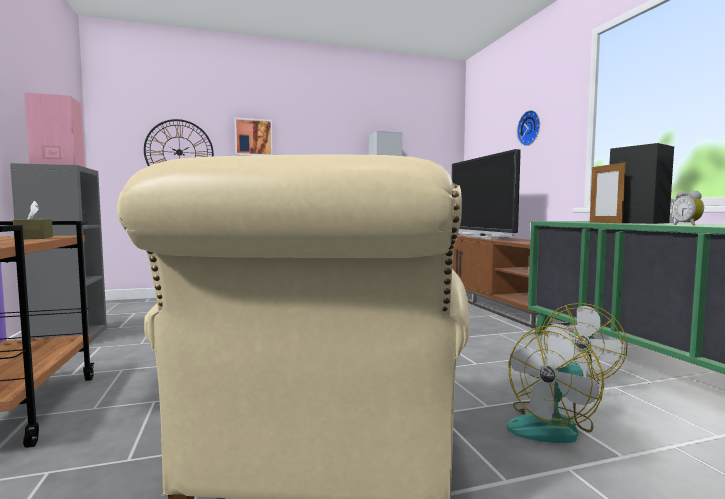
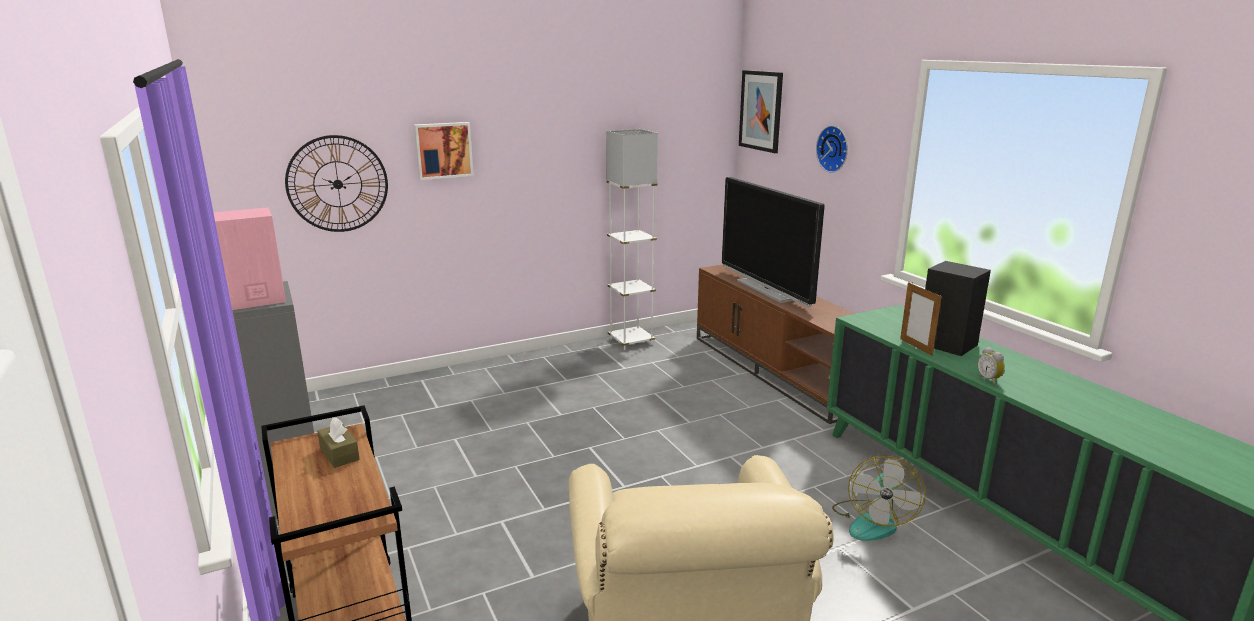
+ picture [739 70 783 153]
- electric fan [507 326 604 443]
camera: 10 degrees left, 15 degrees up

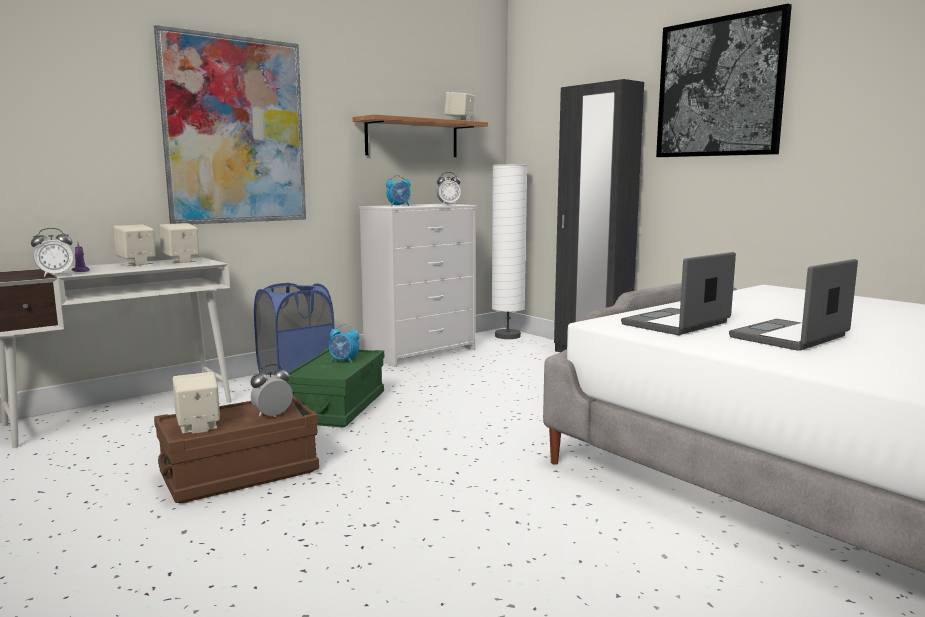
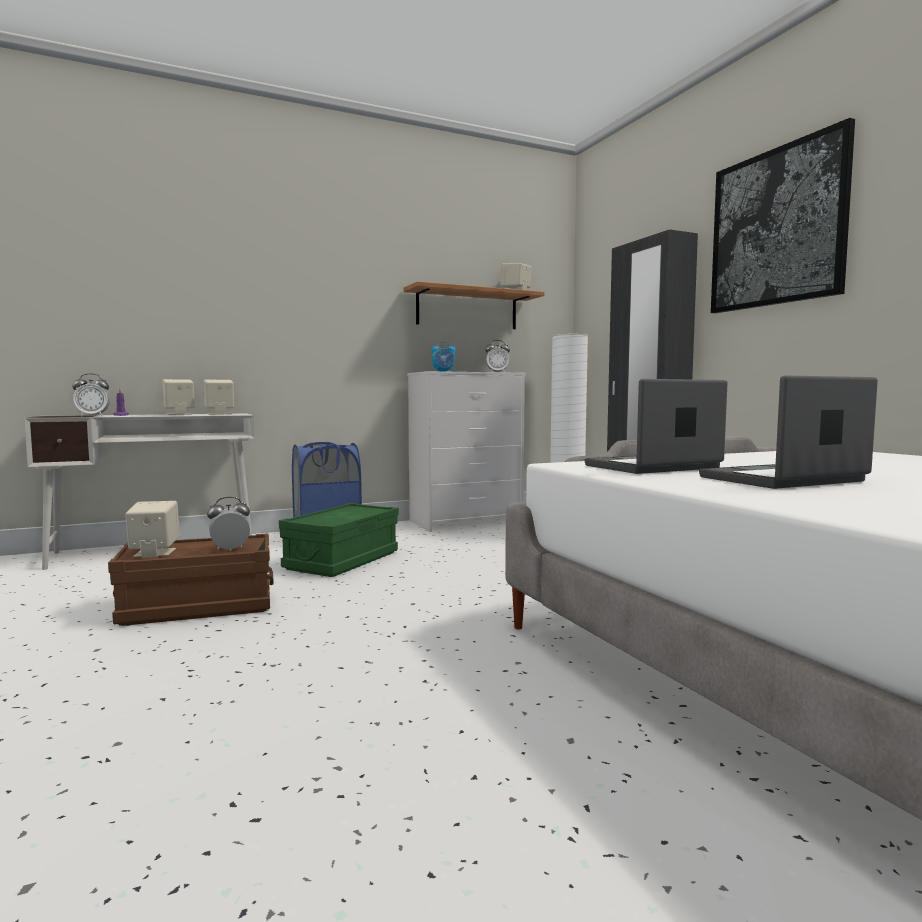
- picture [154 25 306 224]
- bedside clock [329 324 359 363]
camera: 15 degrees right, 5 degrees down

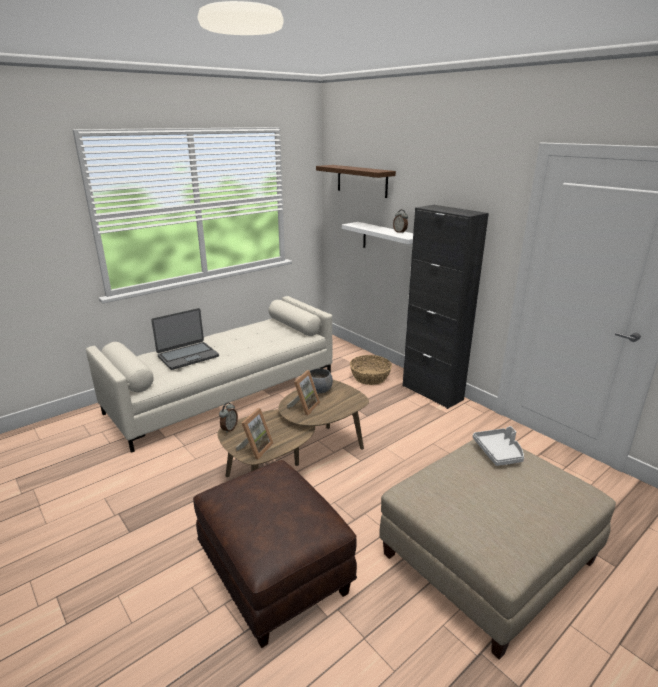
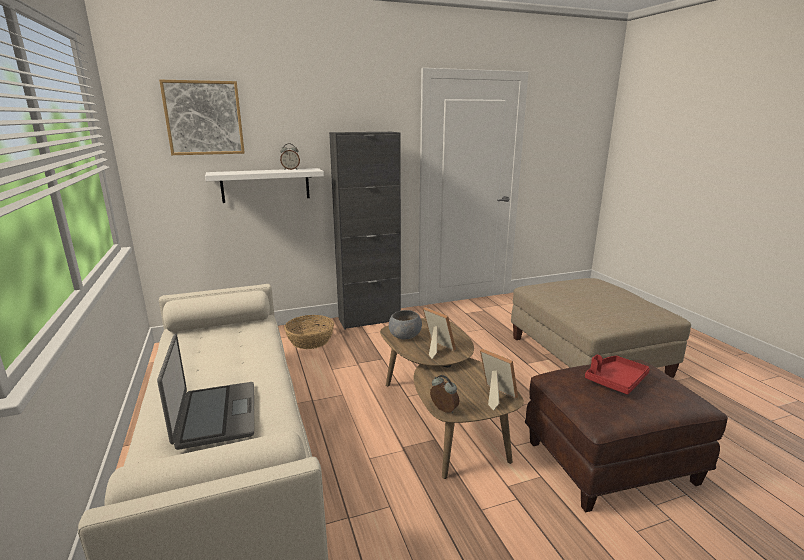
~ brown-coloured wall shelf [316 165 396 198] to picture [159 80 245 155]
+ reddish serving tray [585 354 650 394]
- greyish serving tray [473 426 524 466]
camera: 70 degrees left, 5 degrees down

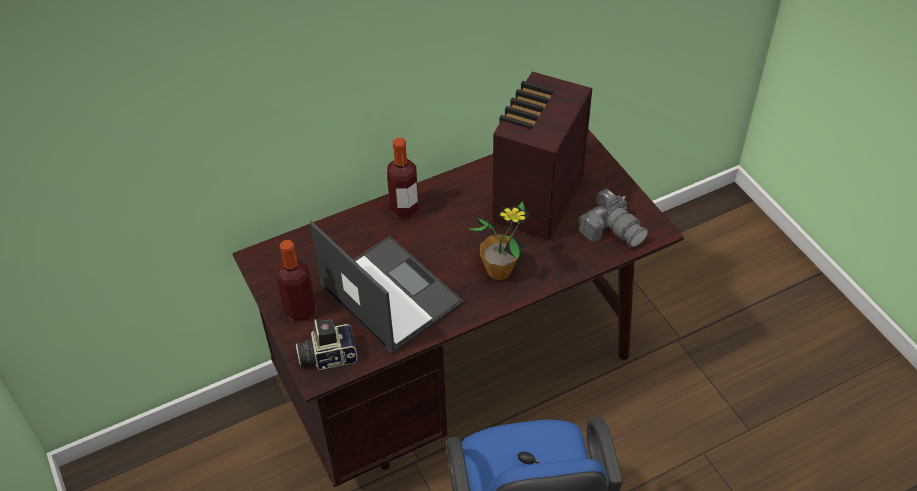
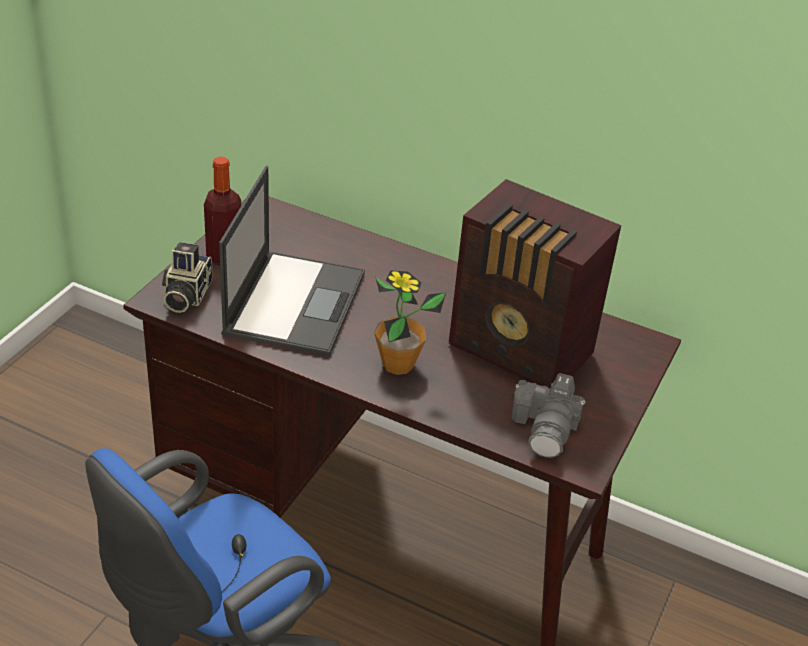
~ still camera [296 319 357 370] = [162 242 212 313] 120 degrees counterclockwise
~ radio [492 71 592 241] = [449 179 621 388] 135 degrees counterclockwise
- bottle [387 138 419 218]
camera: 50 degrees right, 10 degrees down

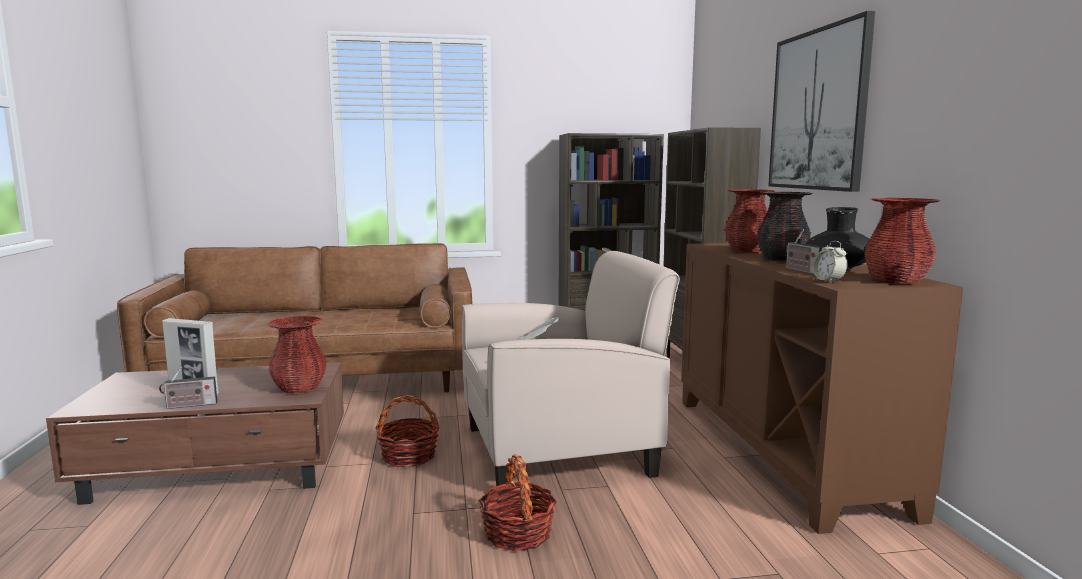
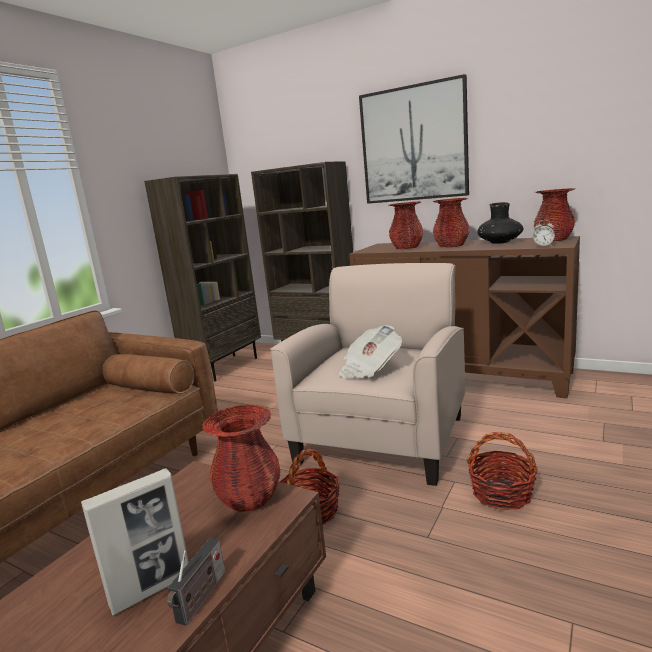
~ black-coloured decorative vase [756 192 813 261] to reddish decorative vase [432 198 469 247]
- radio [786 230 824 274]
camera: 50 degrees left, 5 degrees up

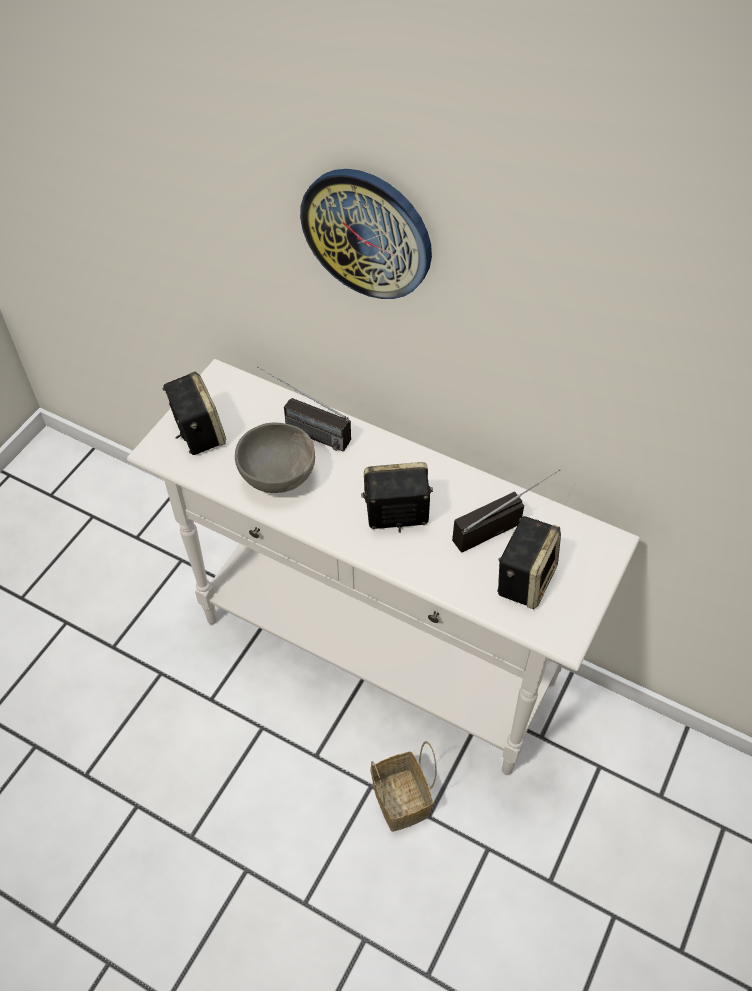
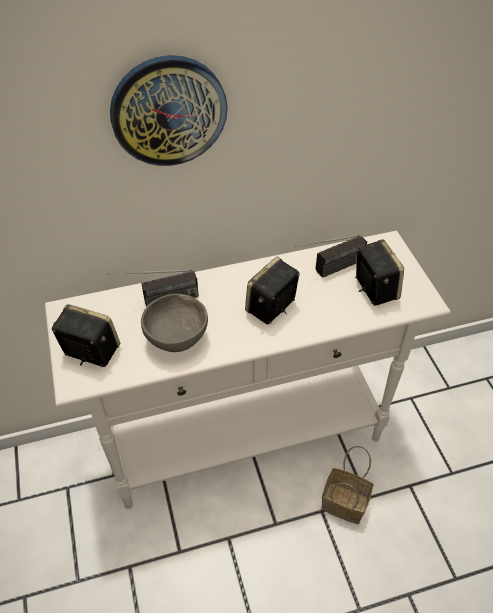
~ radio [452 469 561 553] = [295 235 367 278] 135 degrees counterclockwise
camera: 45 degrees left, 5 degrees down

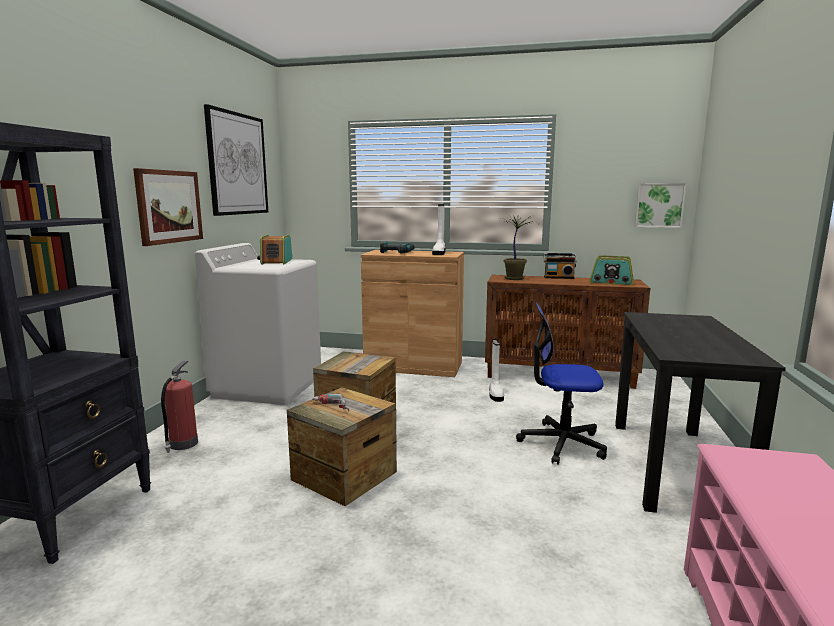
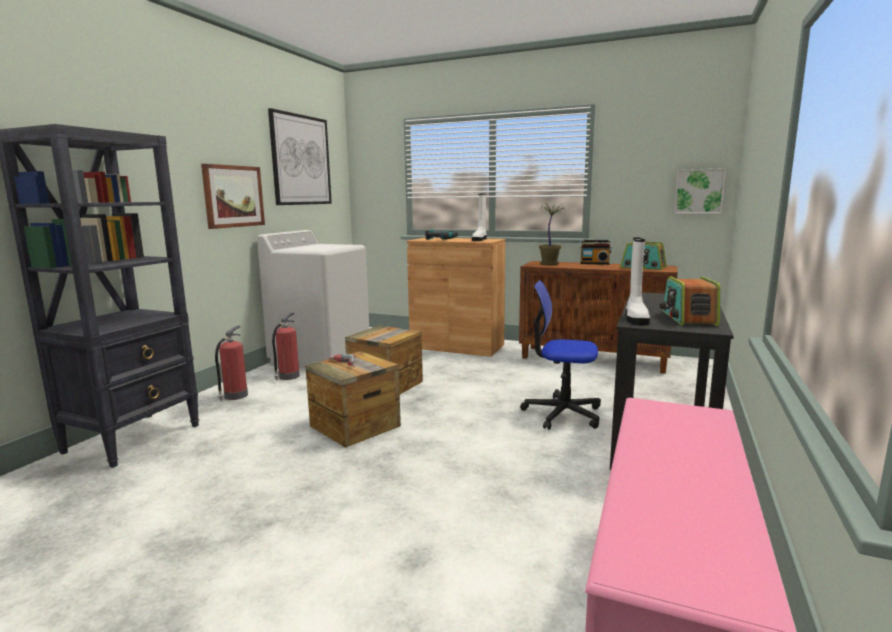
+ extinguisher [272 313 300 381]
~ white-coloured high-top boot [489 339 504 402] to [626 237 650 326]
~ radio [257 235 292 265] to [660 276 721 326]
camera: 10 degrees right, 0 degrees up

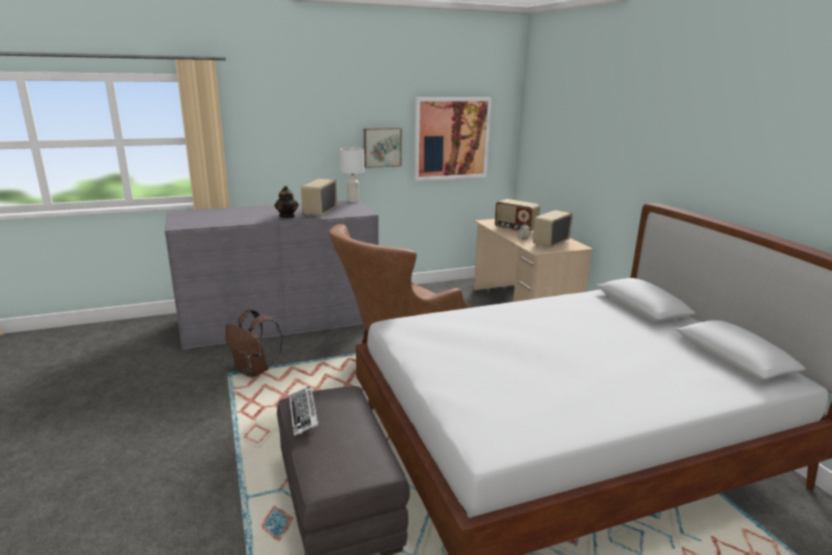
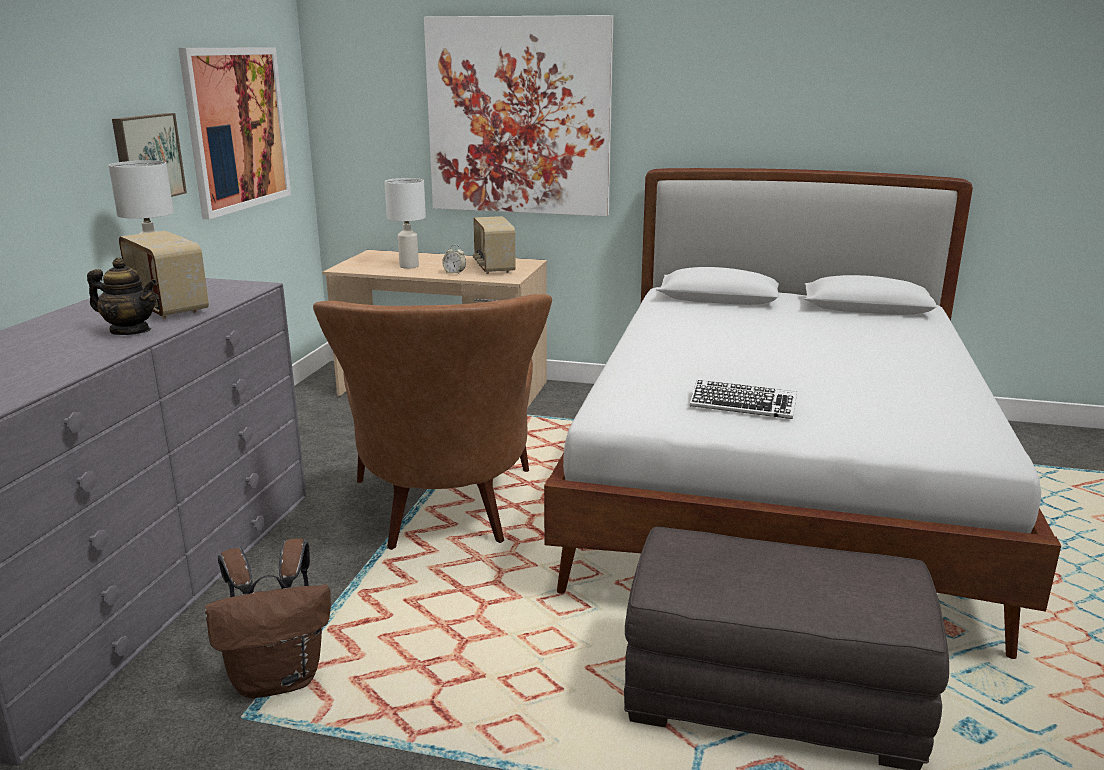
~ radio [495 199 540 231] to white-coloured lamp for a table [384 178 426 269]
+ picture [424 15 613 216]
~ computer keyboard [290 386 319 437] to [690 380 797 419]
camera: 55 degrees left, 0 degrees up

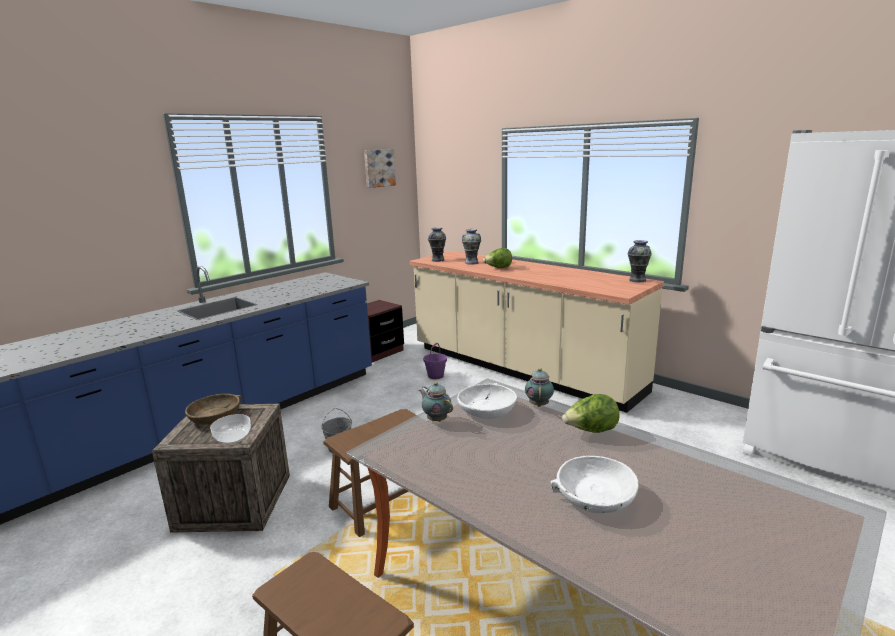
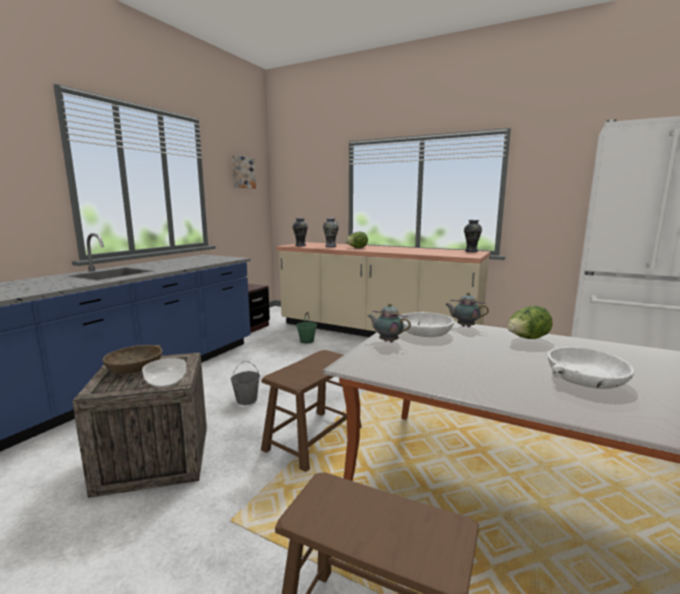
~ purple-coloured bucket [423 343 447 379] to green-coloured bucket [297 312 317 343]
~ pot for tea [525 368 554 407] = [445 292 489 327] 60 degrees counterclockwise
camera: 15 degrees left, 5 degrees down

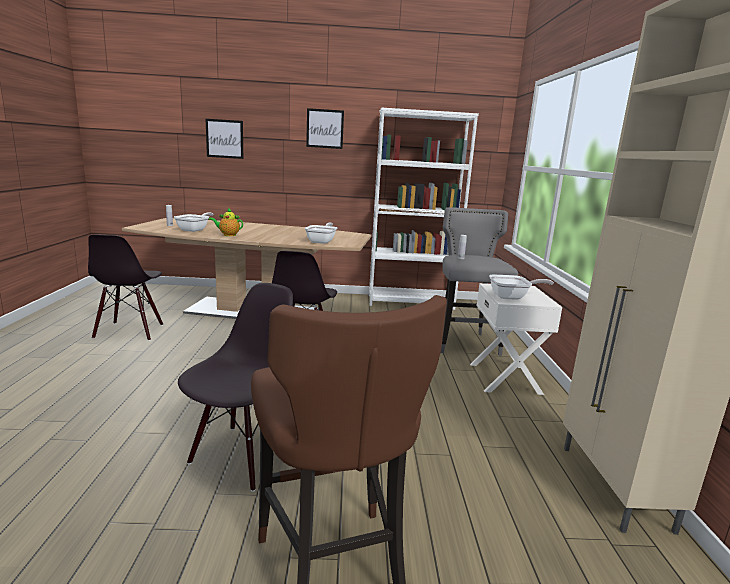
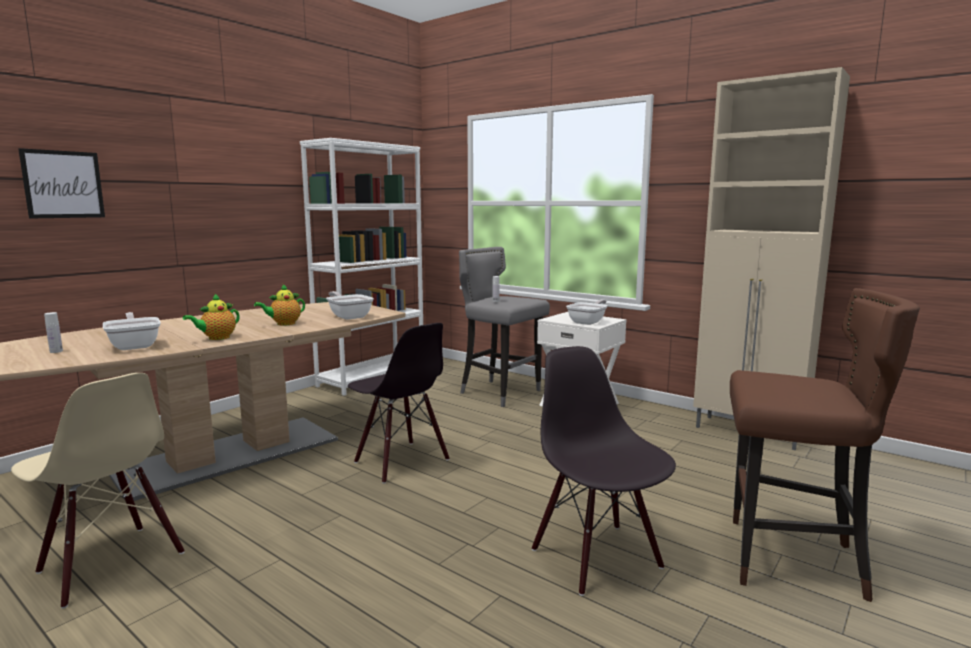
~ black-coloured plain chair [88 234 163 341] to beige plain chair [11 373 185 609]
+ pot for tea [254 284 305 326]
- picture [306 108 344 149]
camera: 50 degrees left, 5 degrees down

